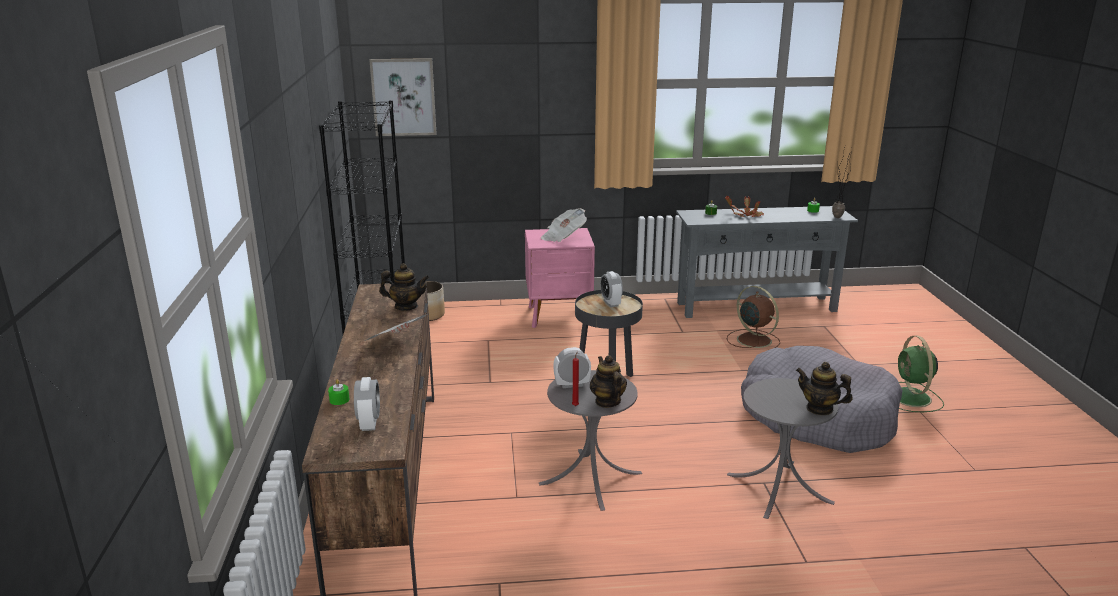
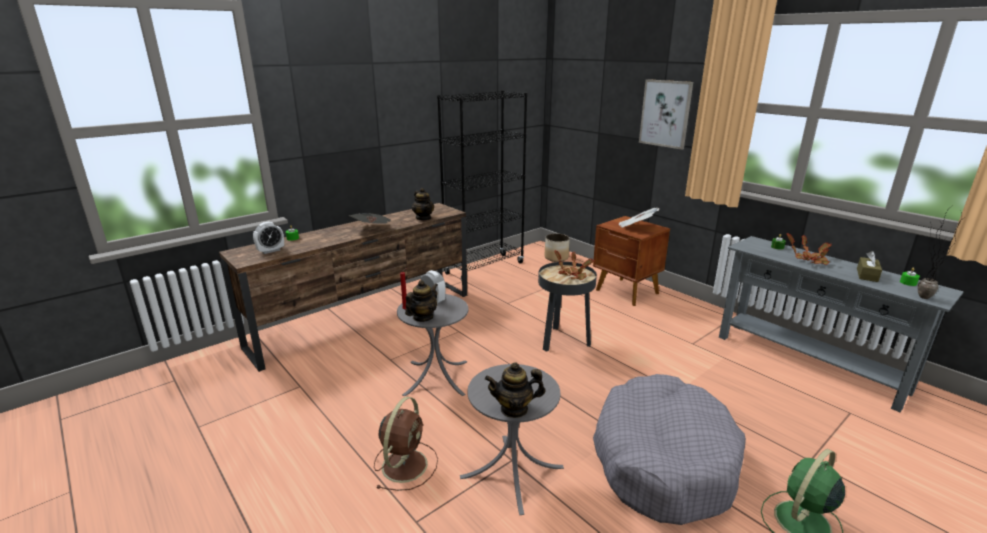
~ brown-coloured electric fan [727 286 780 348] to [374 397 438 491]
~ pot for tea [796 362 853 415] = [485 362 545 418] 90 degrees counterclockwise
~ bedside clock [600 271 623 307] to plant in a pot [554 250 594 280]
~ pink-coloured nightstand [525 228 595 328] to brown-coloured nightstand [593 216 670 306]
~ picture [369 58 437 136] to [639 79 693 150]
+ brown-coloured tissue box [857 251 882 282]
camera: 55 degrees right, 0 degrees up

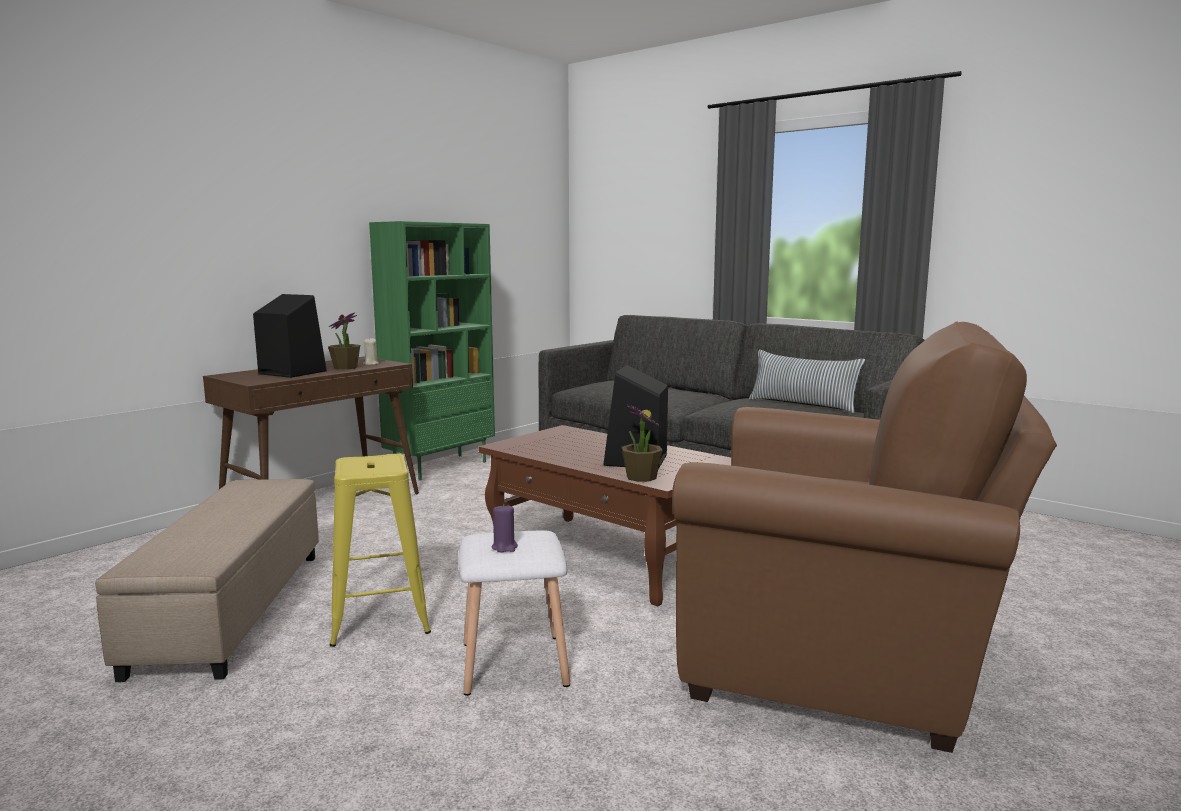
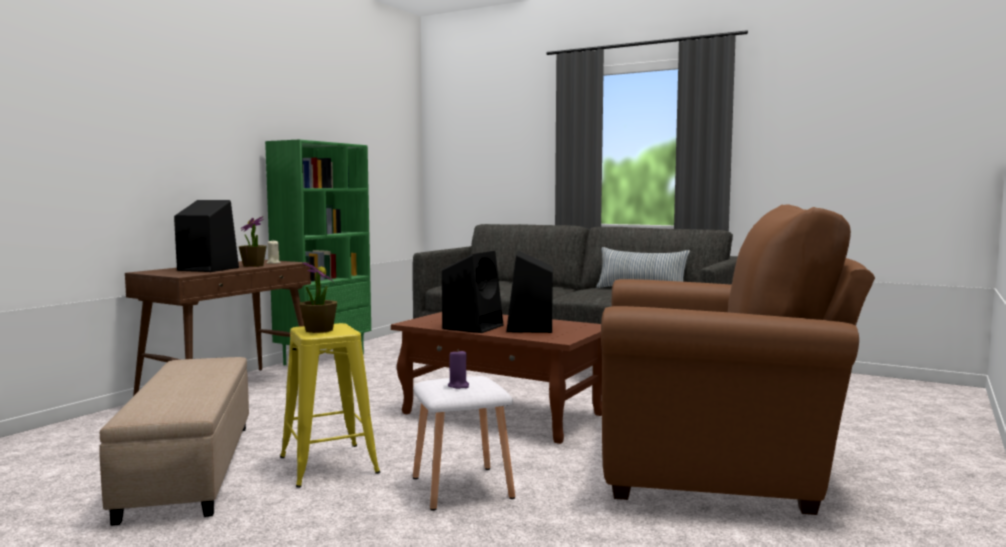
~ plant in a pot [622 404 663 482] to [300 262 337 333]
+ black-coloured loudspeaker [442 251 504 333]
camera: 10 degrees left, 5 degrees down

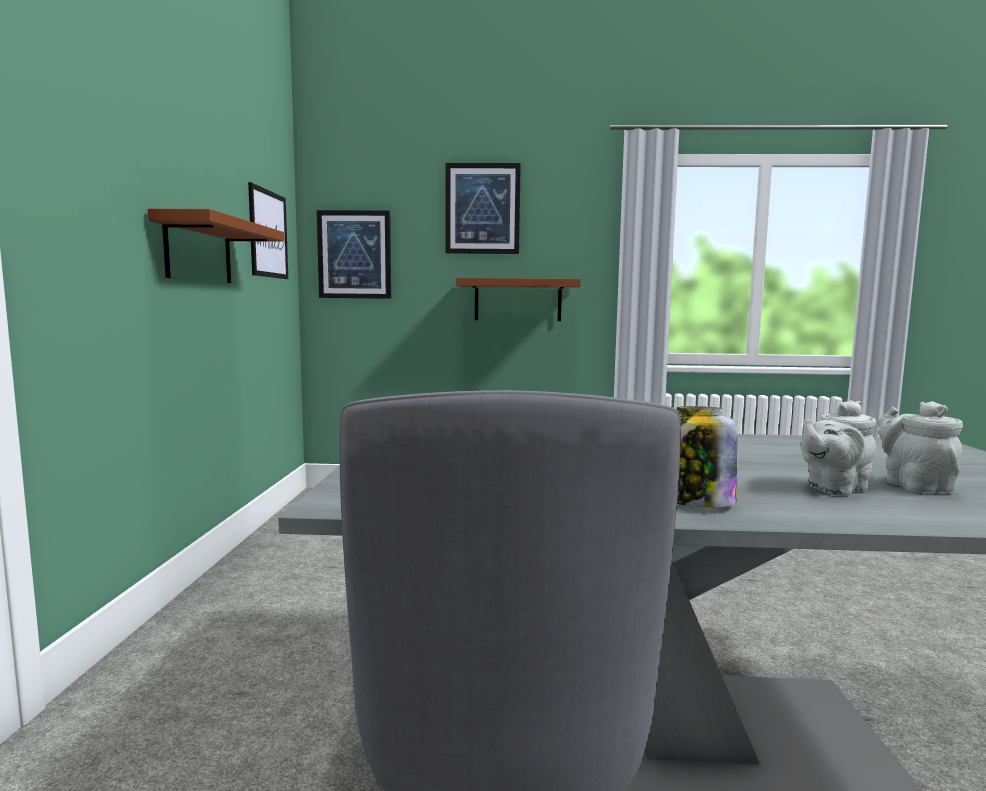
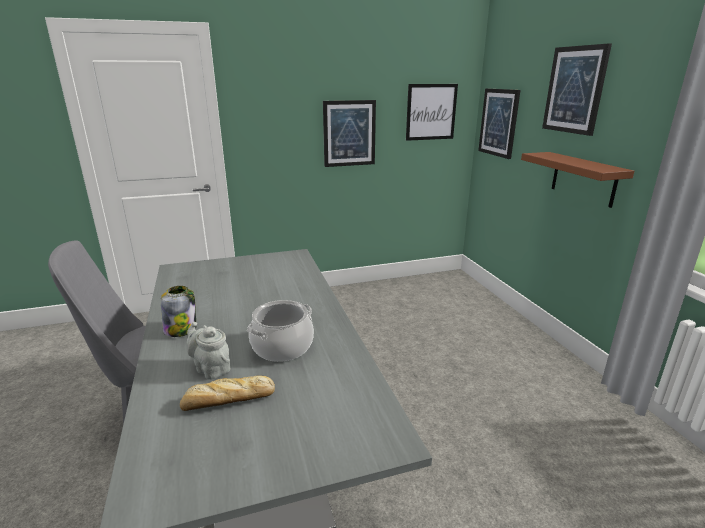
~ greyish pot for tea [878 401 963 493] to baked bread [180 376 275 411]
+ saucepot [247 300 314 362]
~ brown-coloured wall shelf [147 209 284 283] to picture [323 100 376 167]
camera: 70 degrees right, 15 degrees up

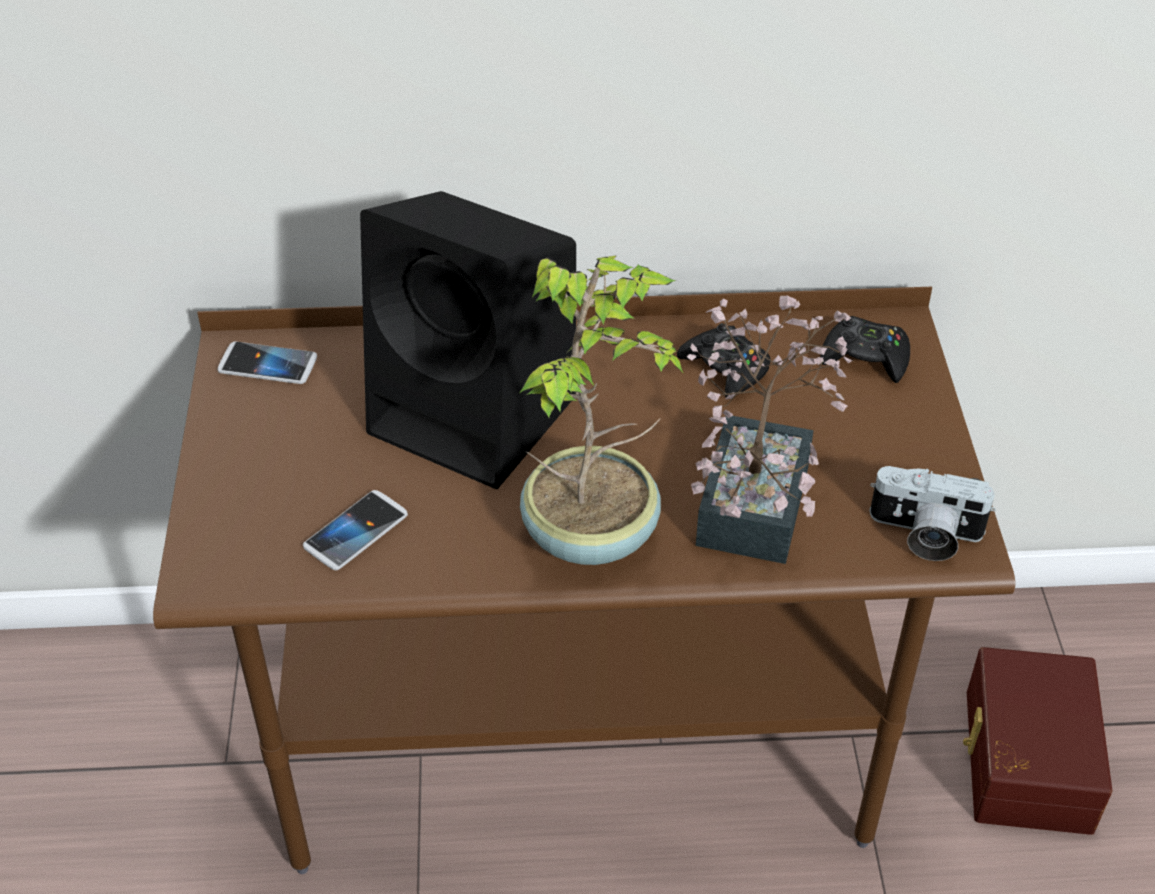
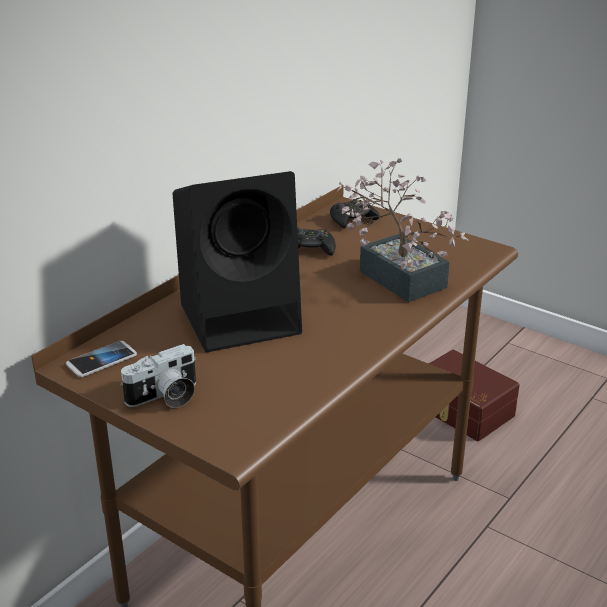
~ still camera [869 466 996 561] to [120 344 196 408]
- phone [303 490 408 570]
- plant in a pot [519 256 684 565]
camera: 50 degrees left, 15 degrees down

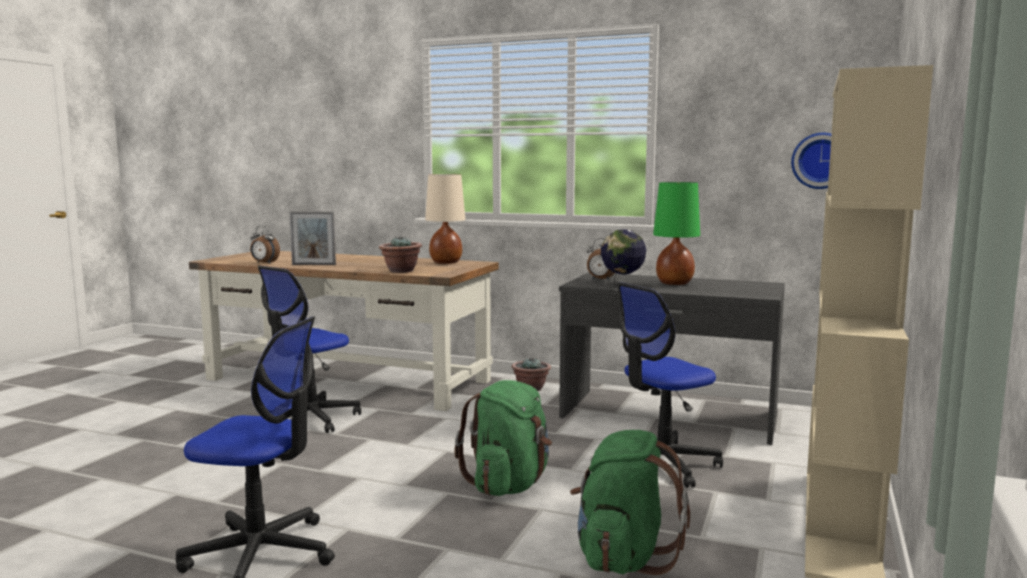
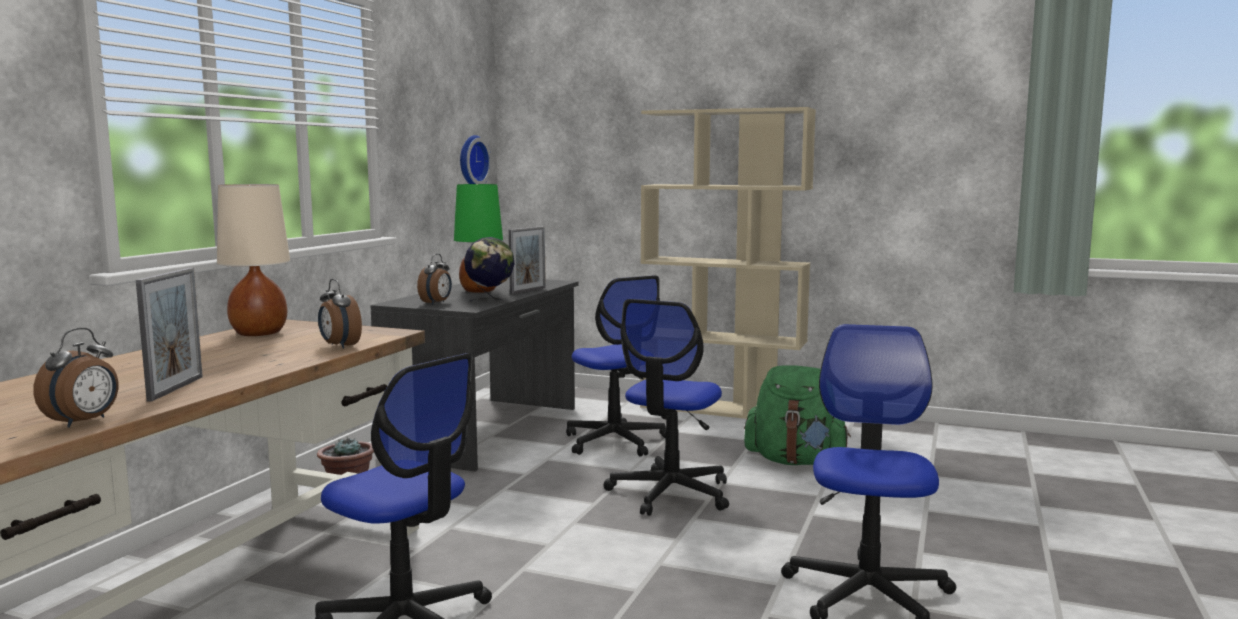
~ plant in a pot [379 236 422 273] to bedside clock [318 279 362 349]
+ standing frame [509 226 546 294]
~ green-coloured backpack [454 380 552 496] to office chair [603 299 729 516]
camera: 90 degrees left, 0 degrees up

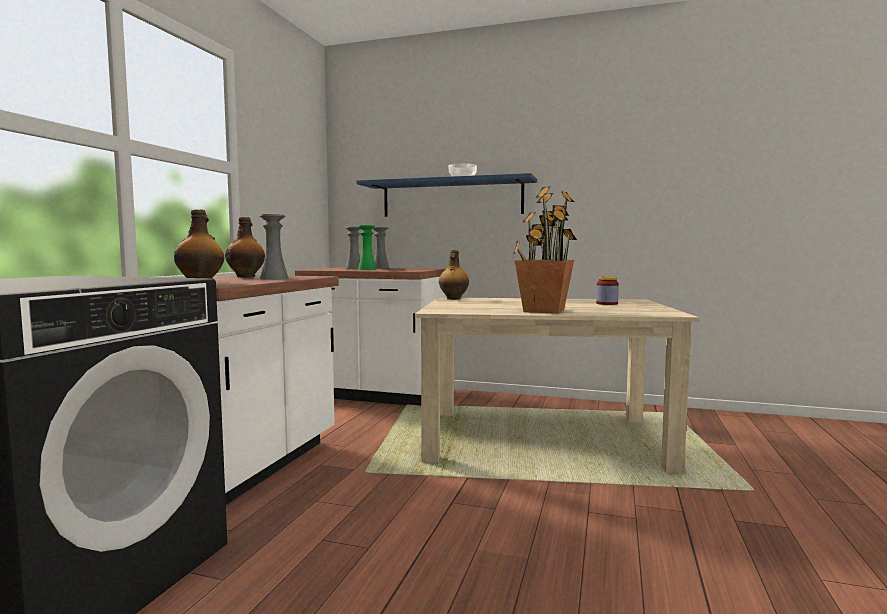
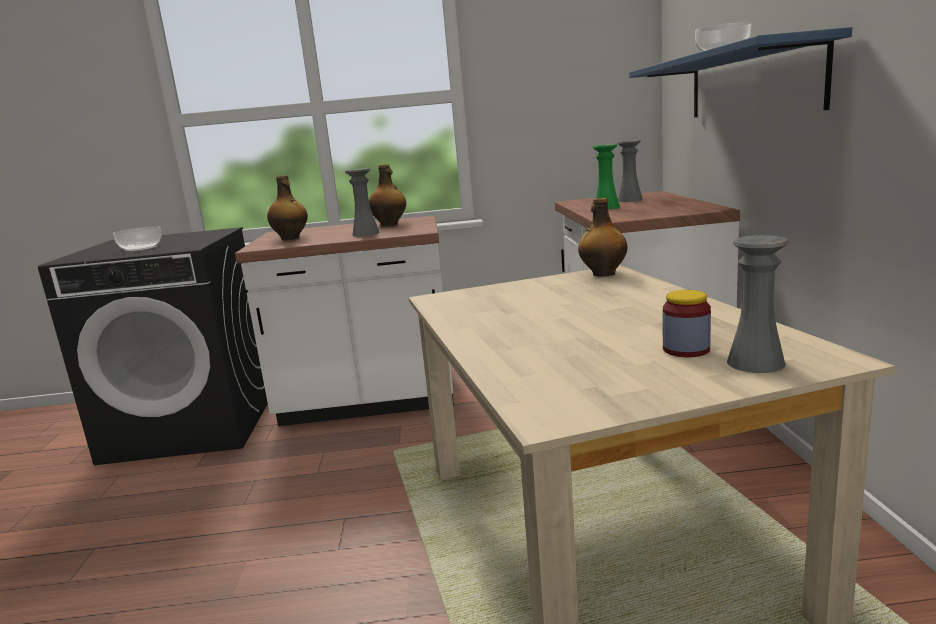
+ bowl [113 226 162 251]
~ greyish decorative vase [373 227 389 269] to [727 235 789 373]
- plant in a pot [513 186 577 314]
camera: 70 degrees right, 10 degrees up

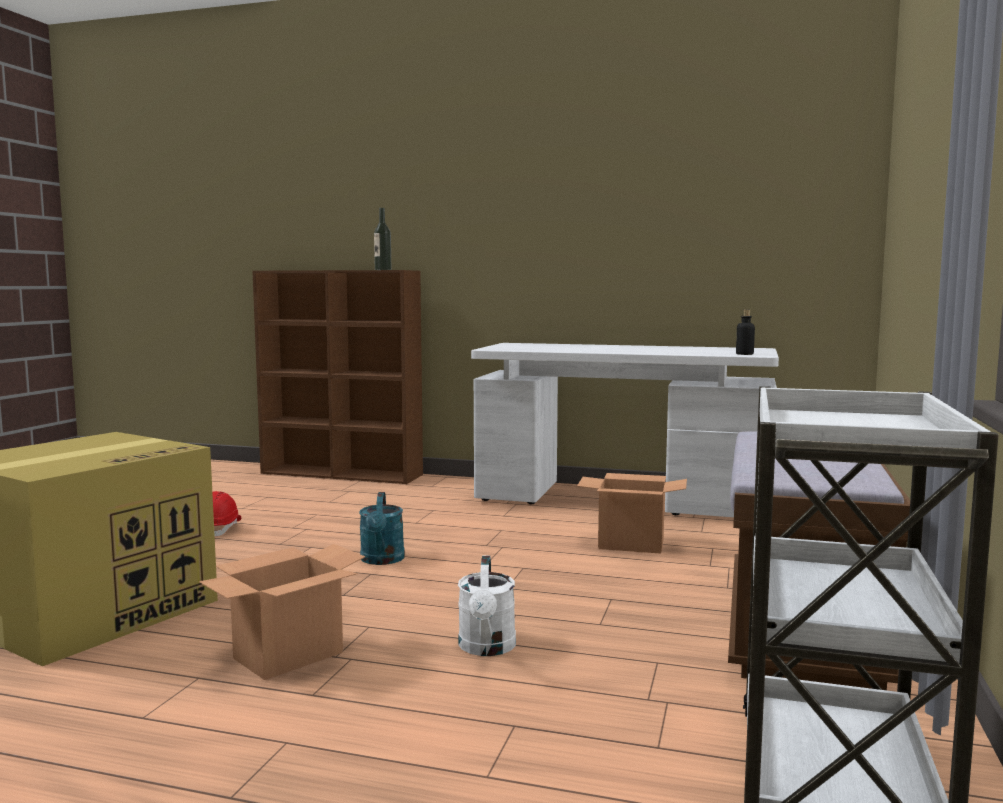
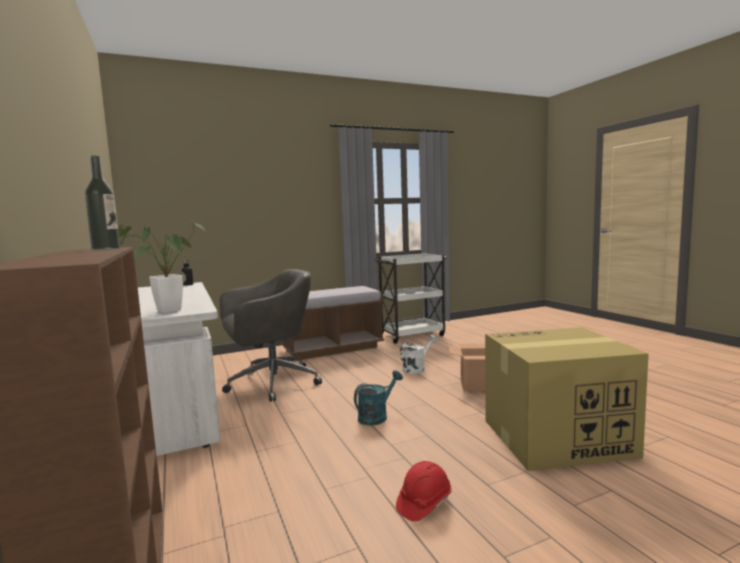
+ plant in a pot [118 220 205 313]
~ cardboard box [577 473 687 554] to greyish office chair [220 269 322 402]
camera: 130 degrees left, 0 degrees up

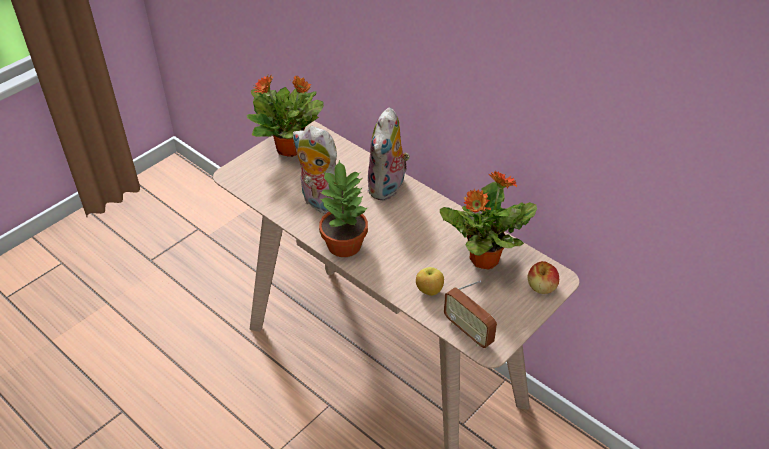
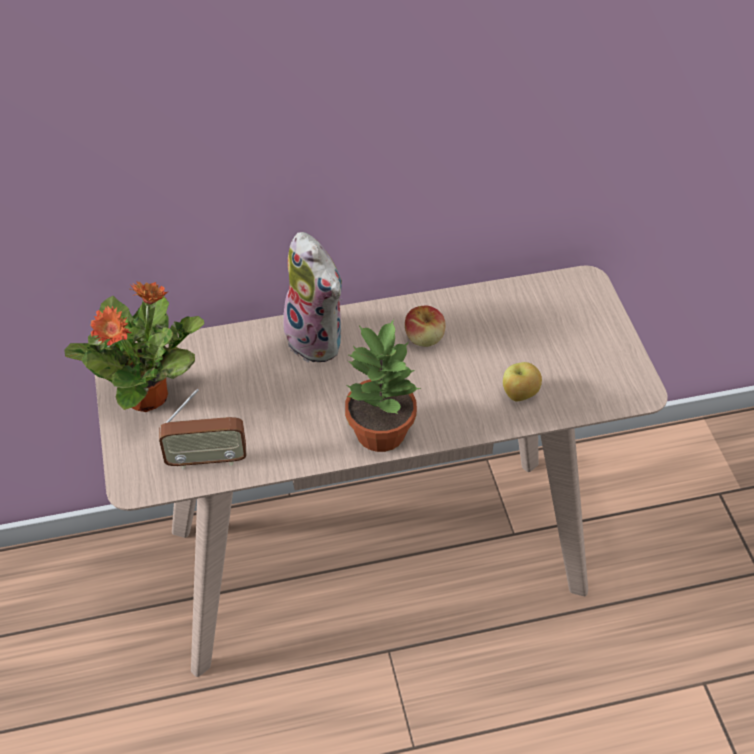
~ radio [444 280 497 348] to [159 389 246 470]
~ whole apple [528 261 559 294] to [405 306 445 347]
- soft toy [293 126 337 215]
- plant in a pot [440 171 537 270]
camera: 55 degrees left, 5 degrees up

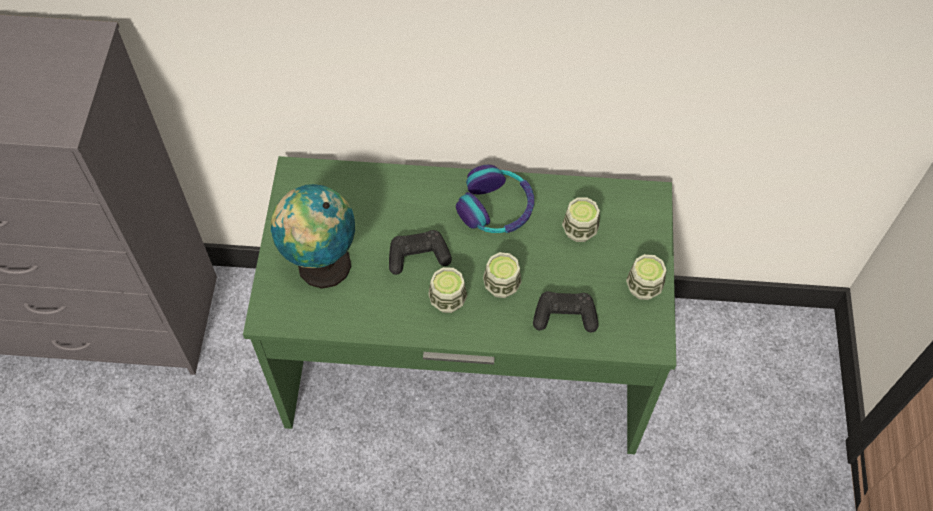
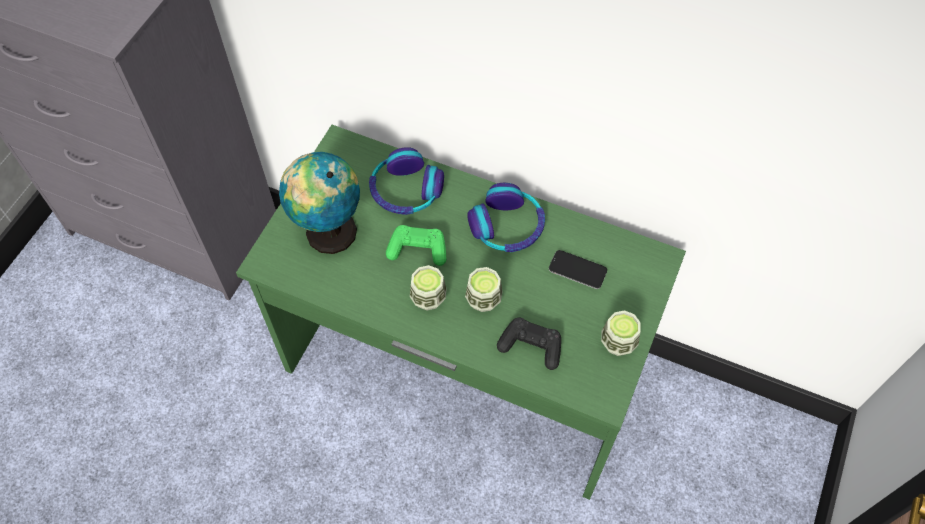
+ headphones [369 147 444 215]
~ black-coloured joypad [389 230 452 275] to green-coloured joypad [386 225 446 266]
~ drinking cup [562 197 600 242] to phone [549 250 607 289]
camera: 20 degrees right, 0 degrees up

